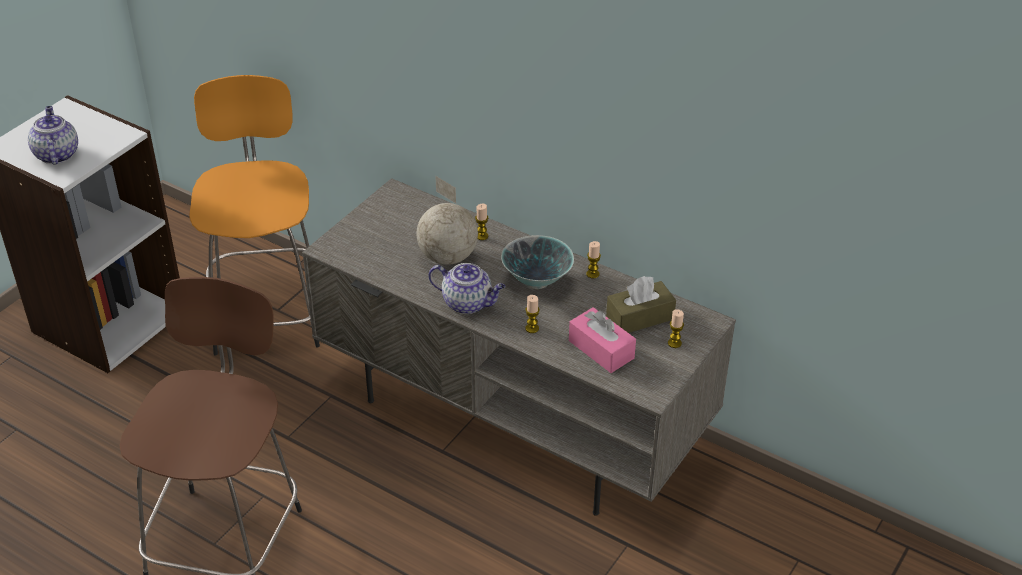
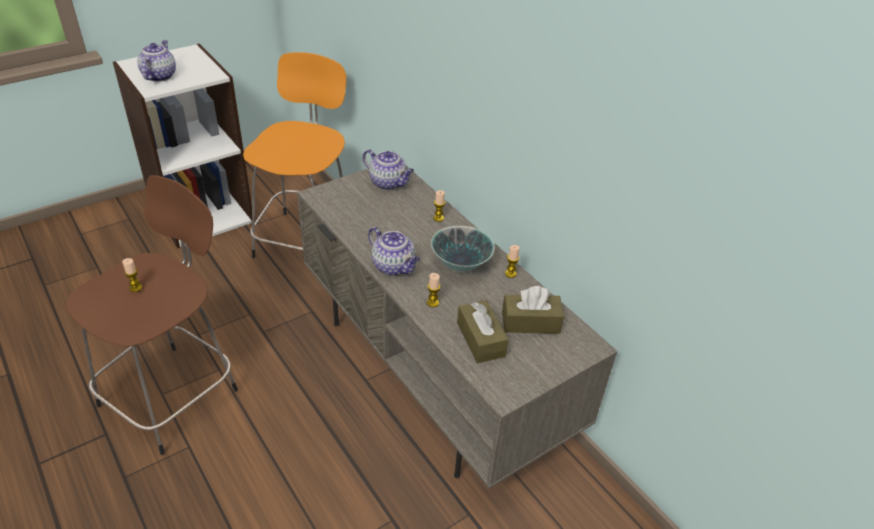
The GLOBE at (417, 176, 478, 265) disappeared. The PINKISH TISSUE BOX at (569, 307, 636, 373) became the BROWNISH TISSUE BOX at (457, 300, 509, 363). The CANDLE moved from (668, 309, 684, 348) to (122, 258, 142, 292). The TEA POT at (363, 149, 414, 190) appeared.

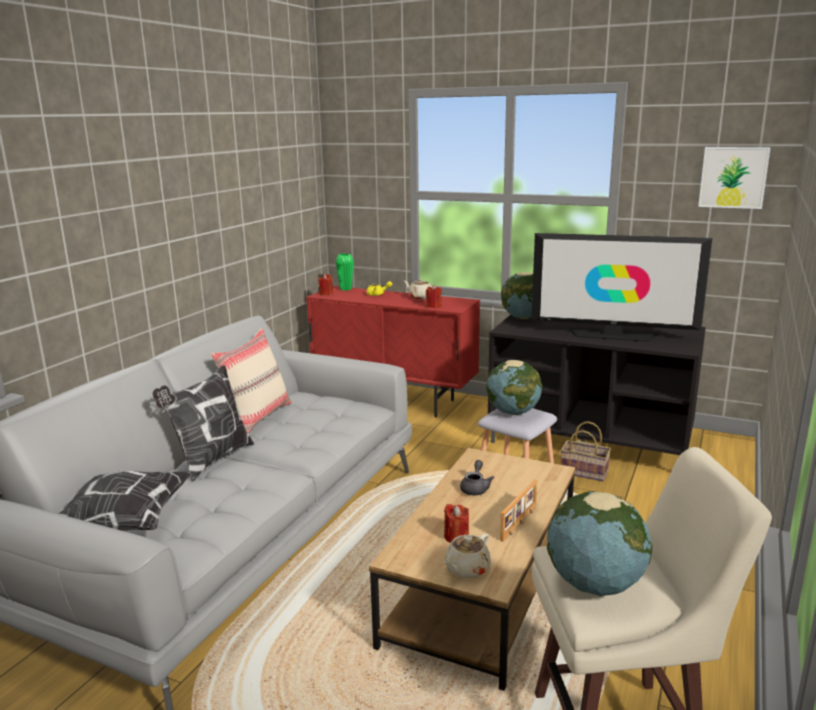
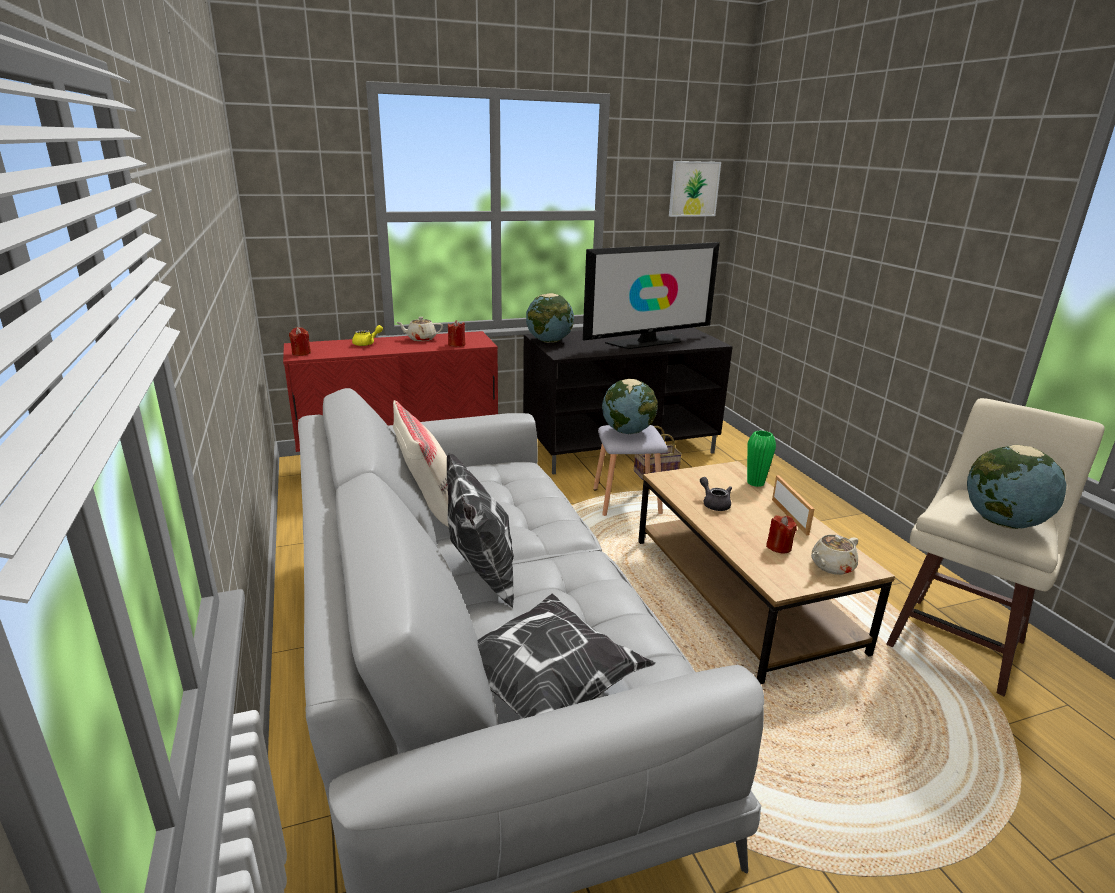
The GREEN DECORATIVE VASE moved from (336, 253, 354, 291) to (747, 430, 776, 487). The SAND-COLOURED TEA POT at (443, 533, 491, 578) turned 60 degrees clockwise.

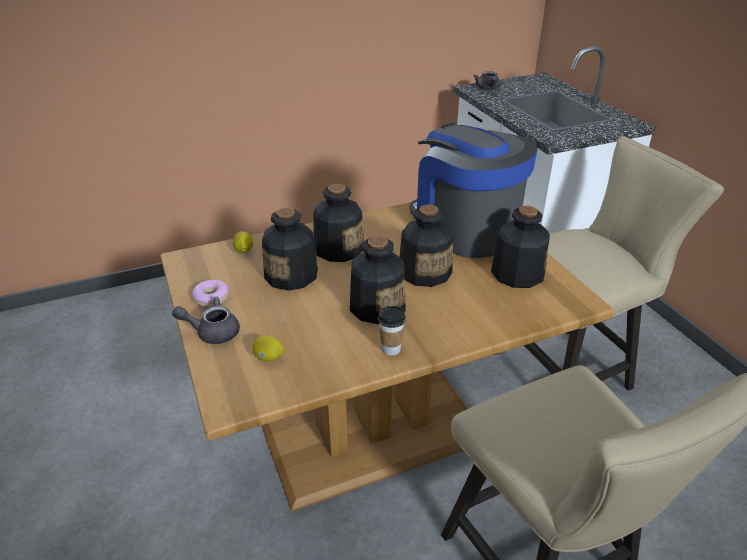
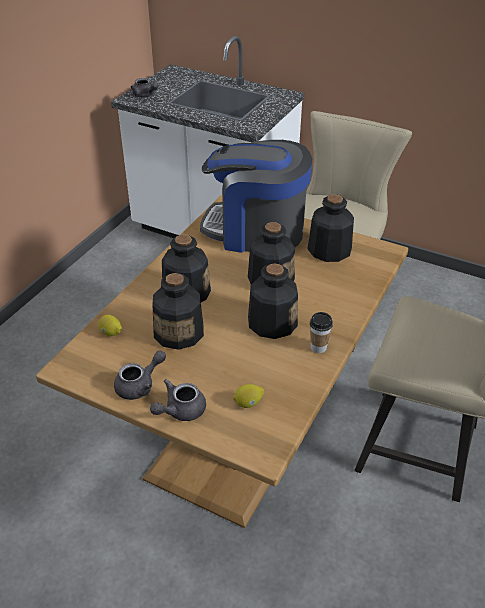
The DOUGHNUT at (192, 280, 229, 307) was replaced by the GRAY TEA POT at (114, 350, 166, 400).

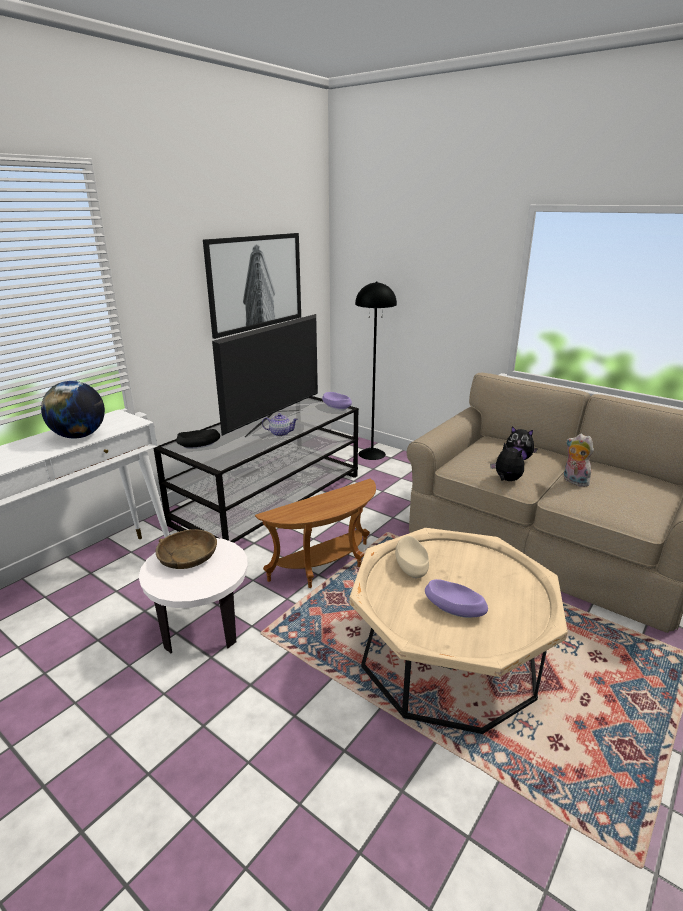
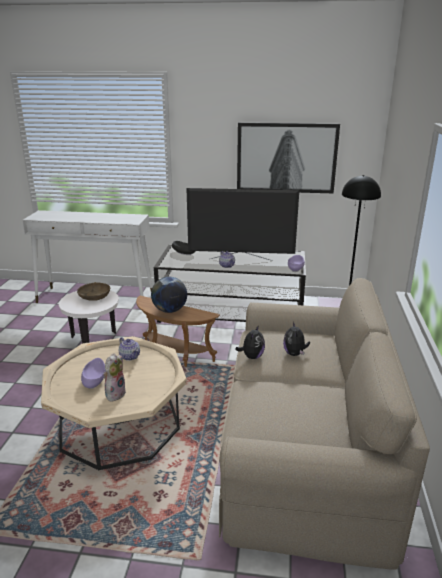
The GLOBE moved from (41, 381, 105, 439) to (151, 277, 187, 313). The CUDDLY TOY moved from (564, 434, 594, 487) to (103, 353, 126, 402). The SAND-COLOURED SERVING BOWL at (395, 536, 429, 578) was replaced by the TEA POT at (119, 337, 140, 361).

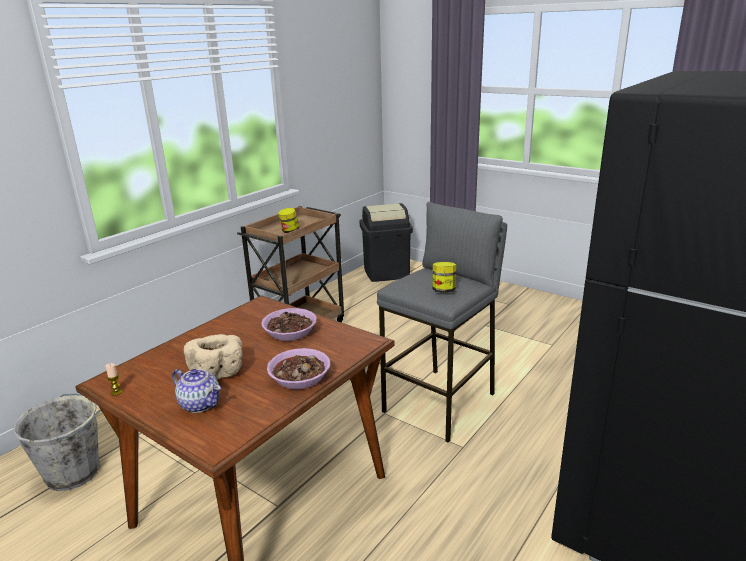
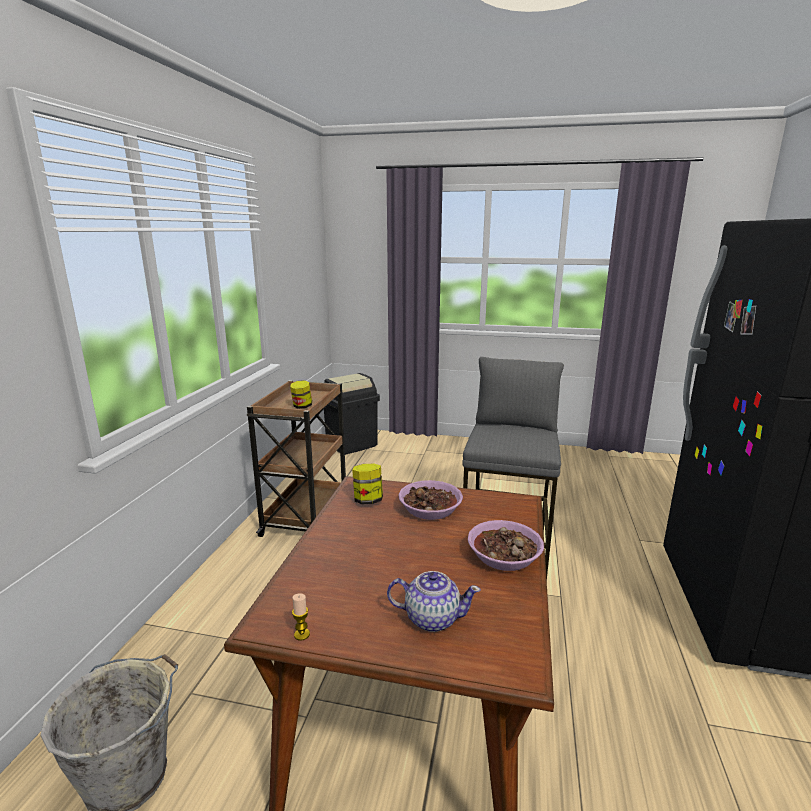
The JAR moved from (432, 262, 456, 293) to (352, 464, 383, 504). The SAND-COLOURED SERVING BOWL at (184, 334, 242, 380) disappeared.

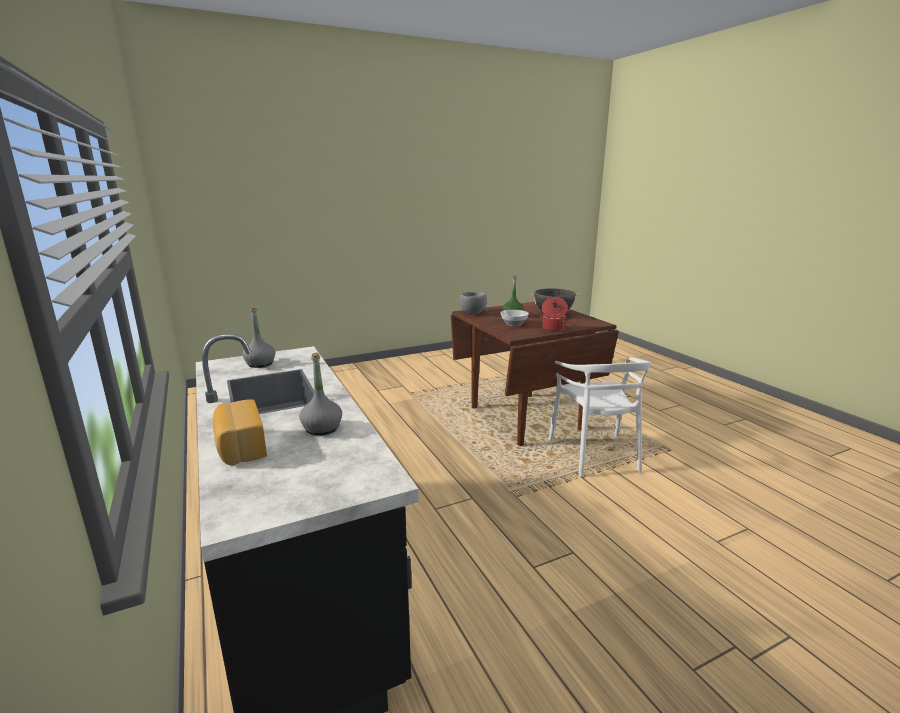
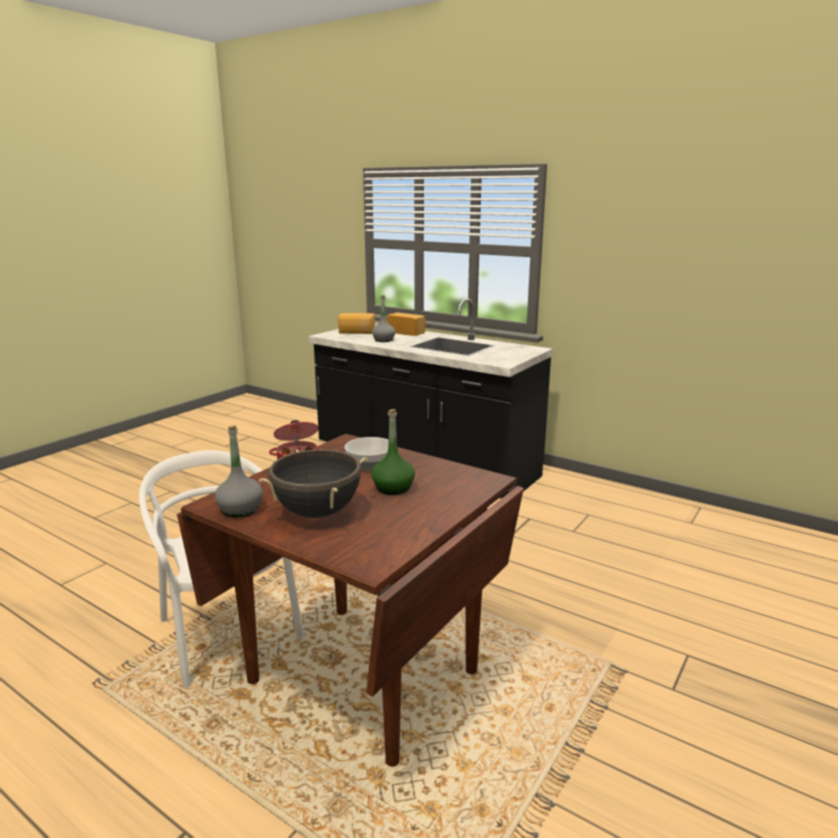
The GRAY SERVING BOWL at (460, 292, 487, 314) disappeared. The GRAY DRINK BOTTLE moved from (243, 306, 276, 368) to (215, 425, 263, 517). The BAKED BREAD at (338, 313, 375, 334) appeared.

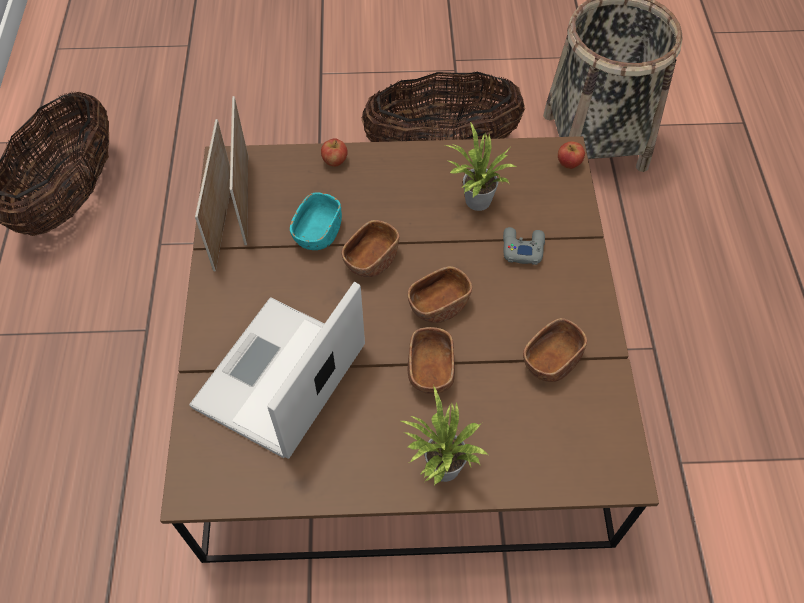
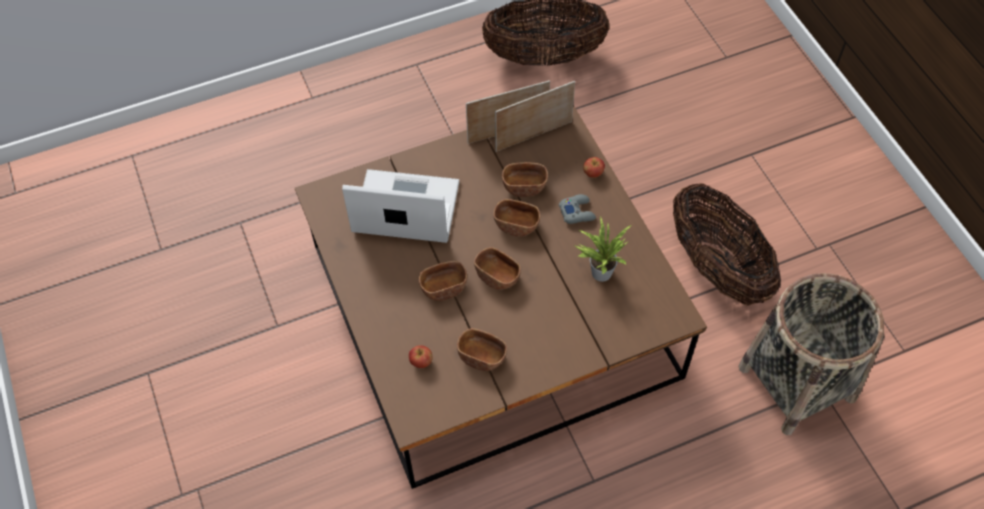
The APPLE FRUIT moved from (558, 141, 585, 169) to (409, 345, 432, 368). The TURQUOISE SERVING BOWL at (290, 192, 342, 250) became the BROWNISH SERVING BOWL at (502, 162, 548, 197). The GRAY GAME CONTROLLER moved from (503, 227, 545, 265) to (559, 194, 596, 224). The POTTED PLANT at (401, 385, 487, 485) disappeared.

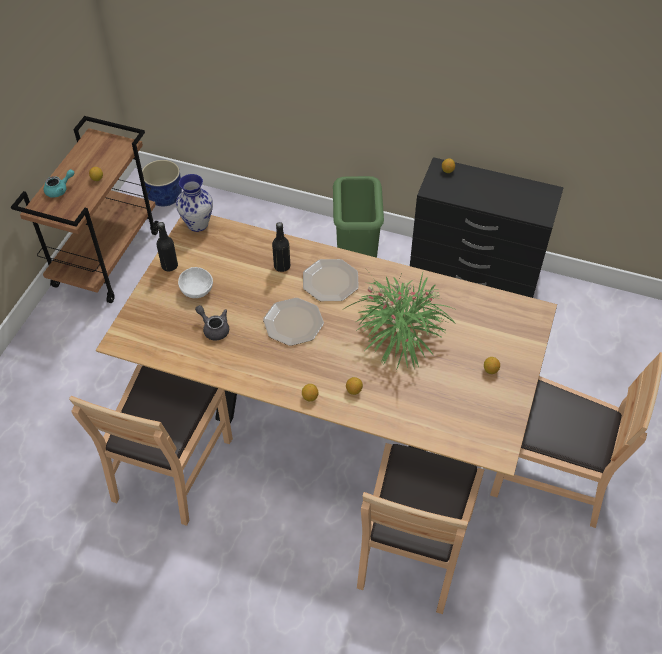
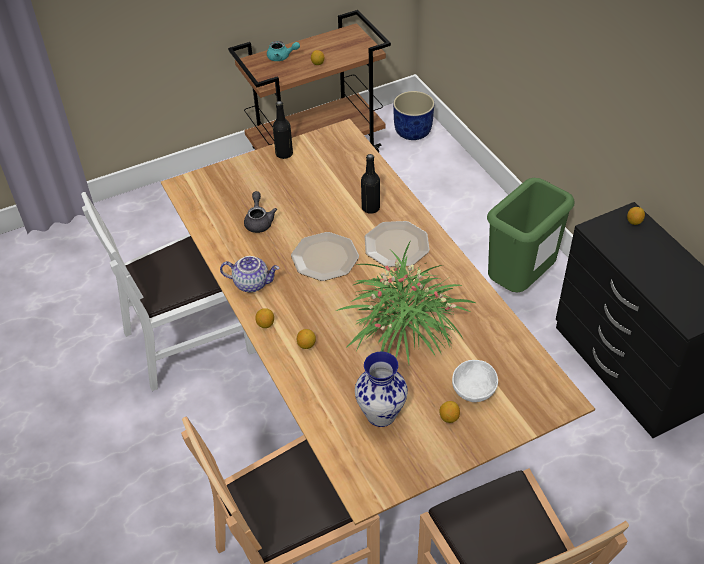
The DECORATIVE VASE moved from (176, 174, 213, 232) to (355, 352, 408, 427). The WHITISH SERVING BOWL moved from (178, 267, 213, 298) to (452, 360, 498, 402). The BROWNISH PLAIN CHAIR at (69, 365, 233, 526) became the WHITISH PLAIN CHAIR at (81, 192, 256, 391). The TEA POT at (220, 256, 279, 293) appeared.

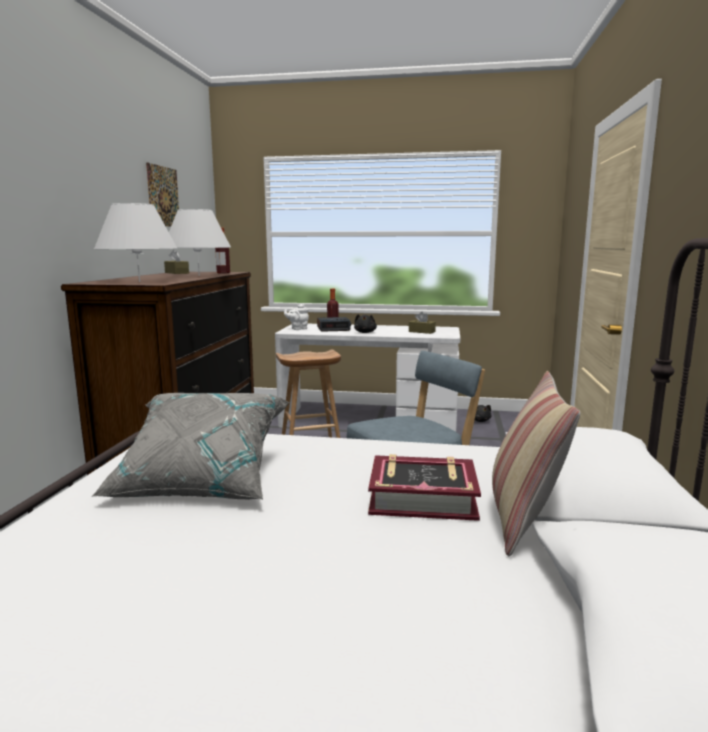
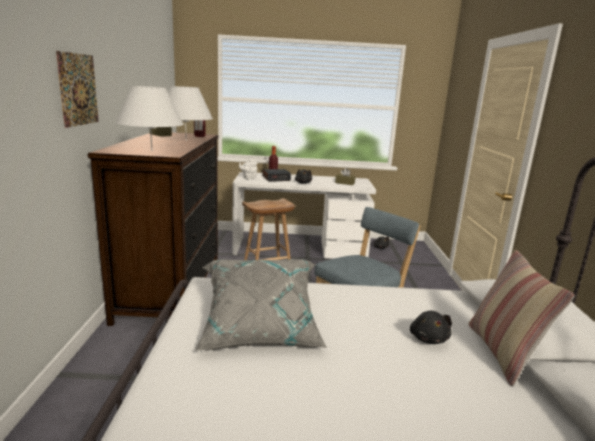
The WALL PICTURE moved from (146, 162, 179, 227) to (56, 51, 99, 128). The VOLUME at (368, 454, 481, 521) was replaced by the BLACK-COLOURED CUDDLY TOY at (410, 311, 452, 344).

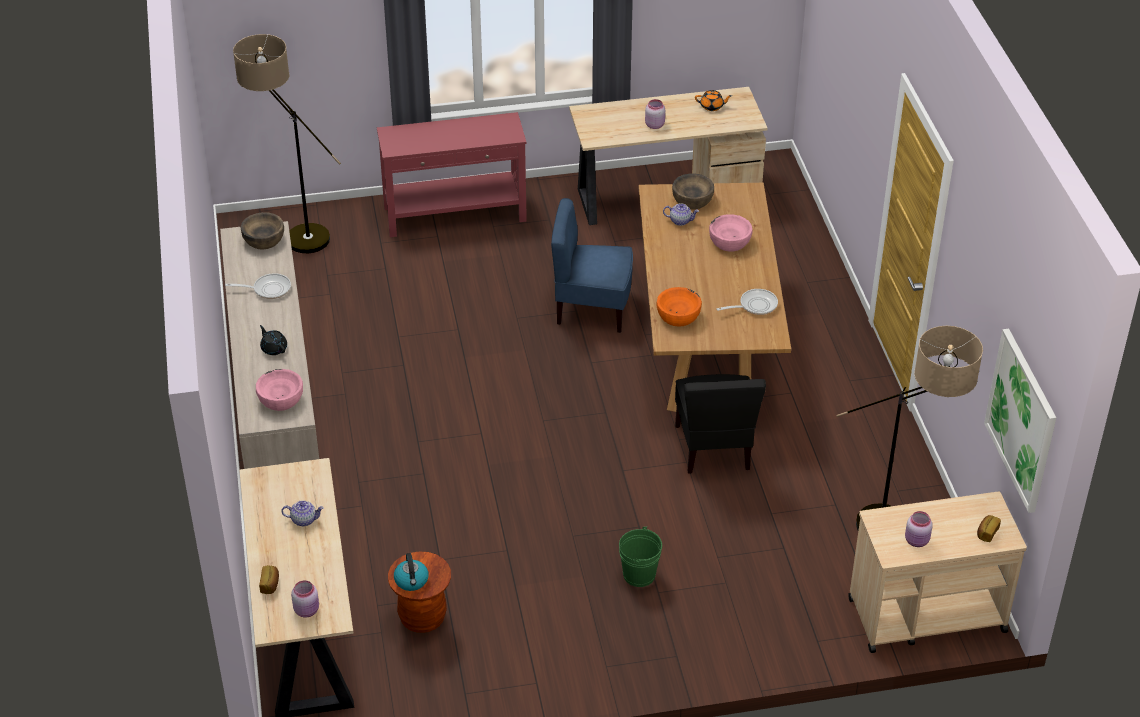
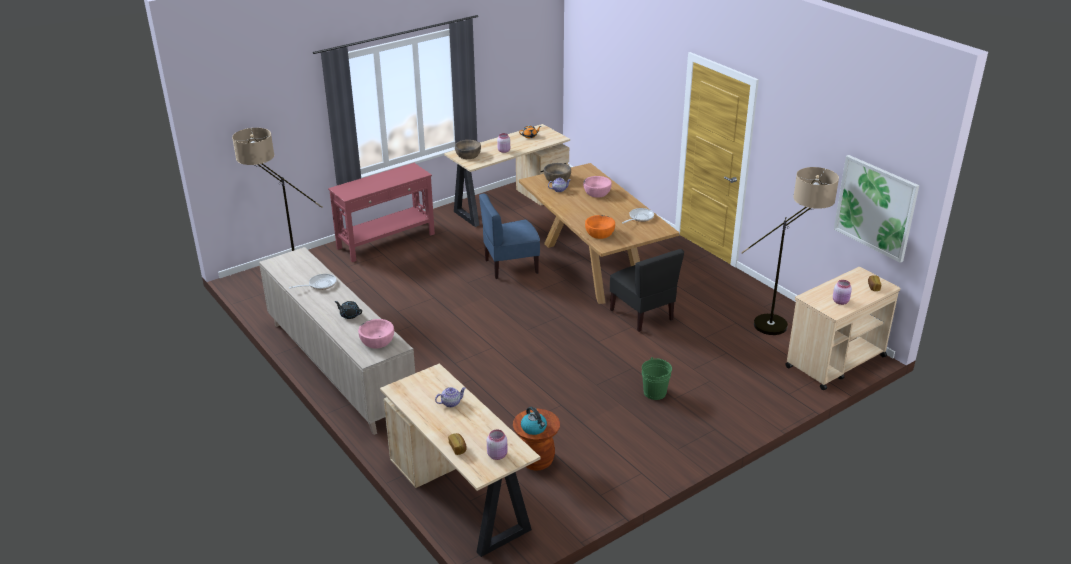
The BROWNISH SERVING BOWL moved from (241, 212, 284, 250) to (455, 140, 481, 159).

